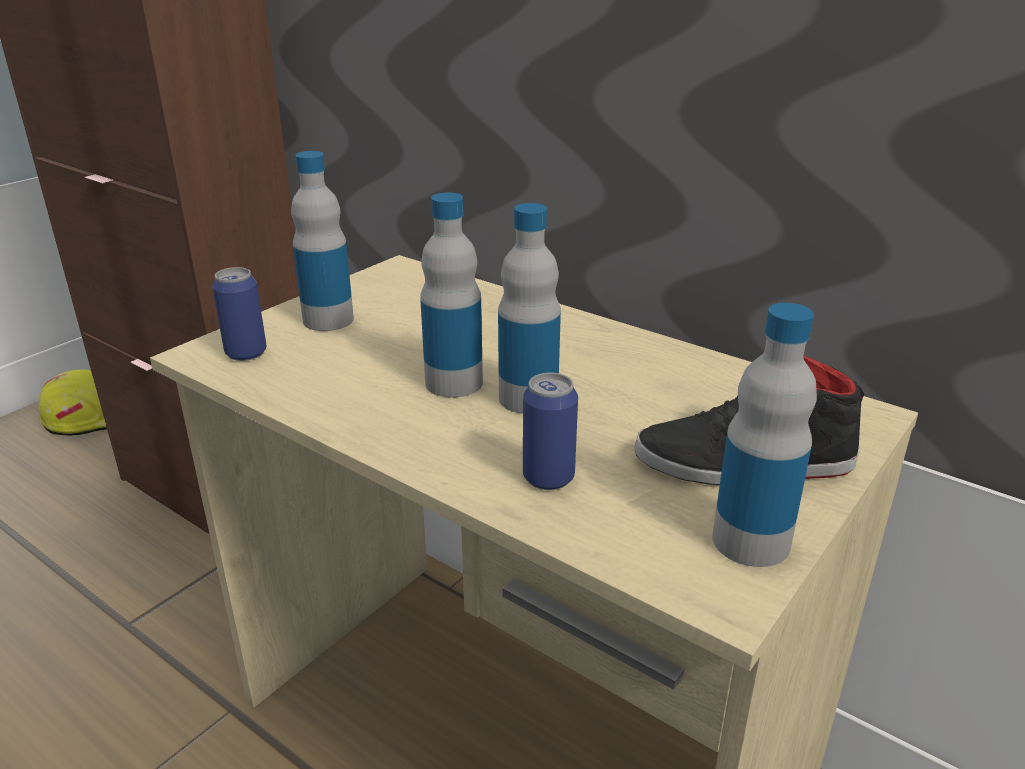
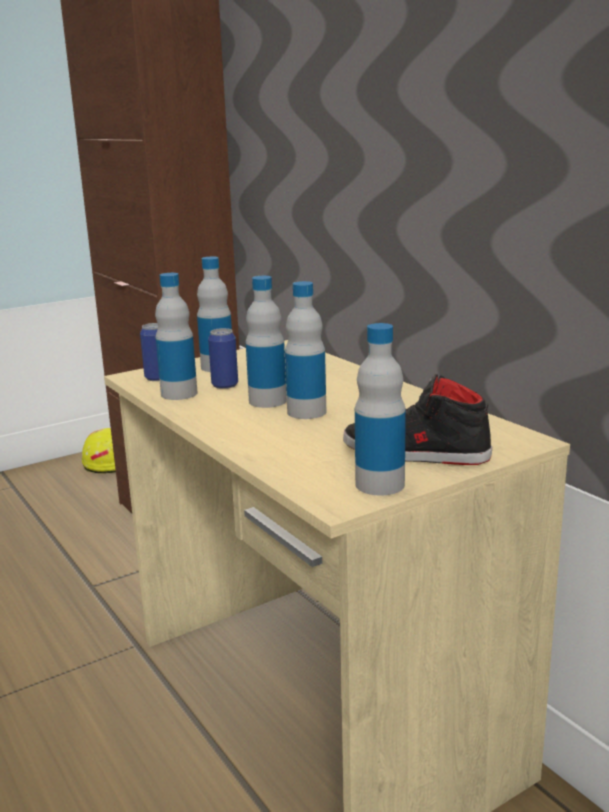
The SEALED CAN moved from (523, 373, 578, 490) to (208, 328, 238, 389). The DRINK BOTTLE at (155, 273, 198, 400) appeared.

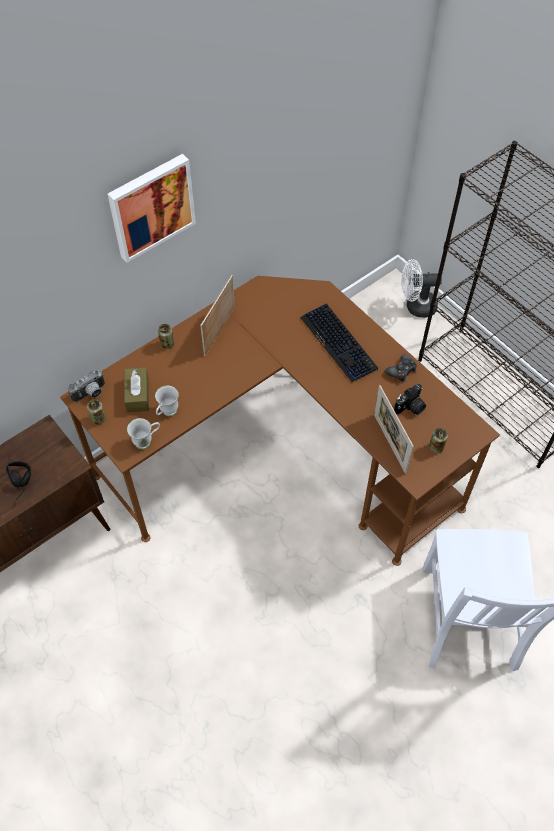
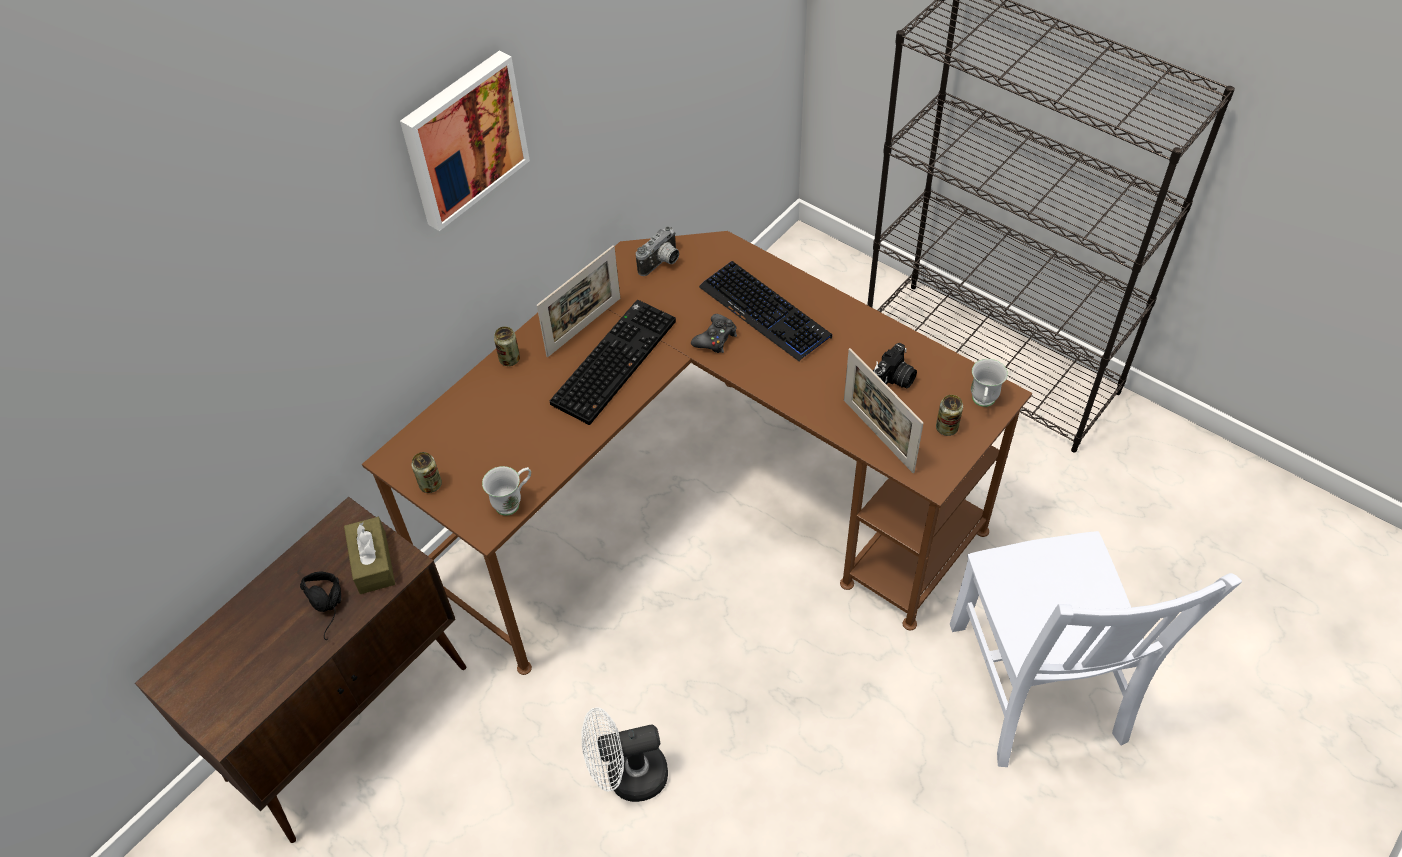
The WHITISH ELECTRIC FAN moved from (402, 259, 442, 318) to (581, 707, 668, 802). The PICTURE FRAME at (201, 275, 235, 356) turned 150 degrees counterclockwise. The BLACK-COLOURED GAME CONTROLLER moved from (385, 354, 417, 382) to (691, 314, 737, 353). The BROWNISH TISSUE BOX moved from (124, 367, 149, 412) to (344, 517, 395, 594). The STILL CAMERA moved from (68, 370, 105, 402) to (636, 226, 679, 276). The WHITISH MUG moved from (155, 386, 179, 416) to (971, 359, 1008, 407). The KEYBOARD at (550, 300, 676, 425) appeared.

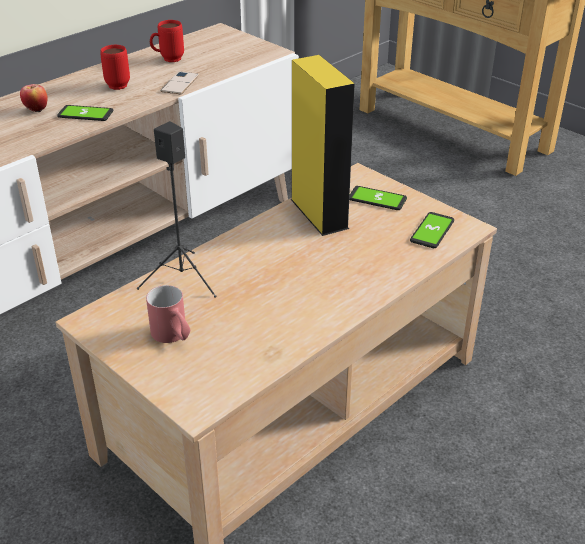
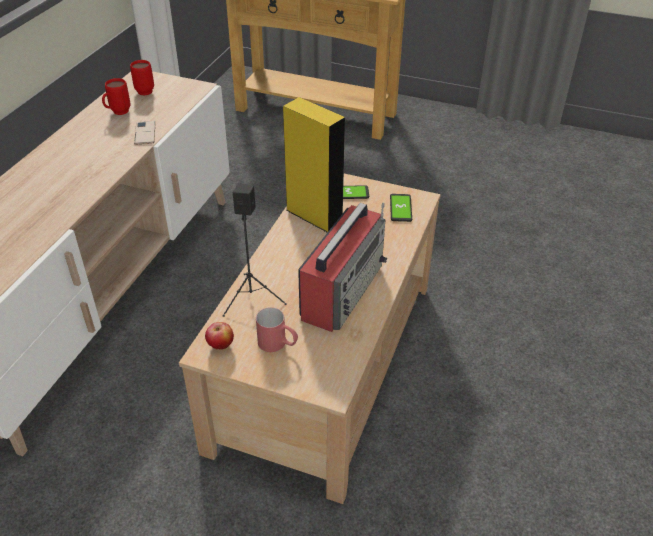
The REDDISH MUG moved from (100, 45, 130, 90) to (130, 60, 154, 96). The APPLE FRUIT moved from (20, 84, 48, 112) to (205, 322, 234, 350). The TELEPHONE at (57, 105, 113, 121) disappeared. The RADIO RECEIVER at (298, 202, 387, 332) appeared.

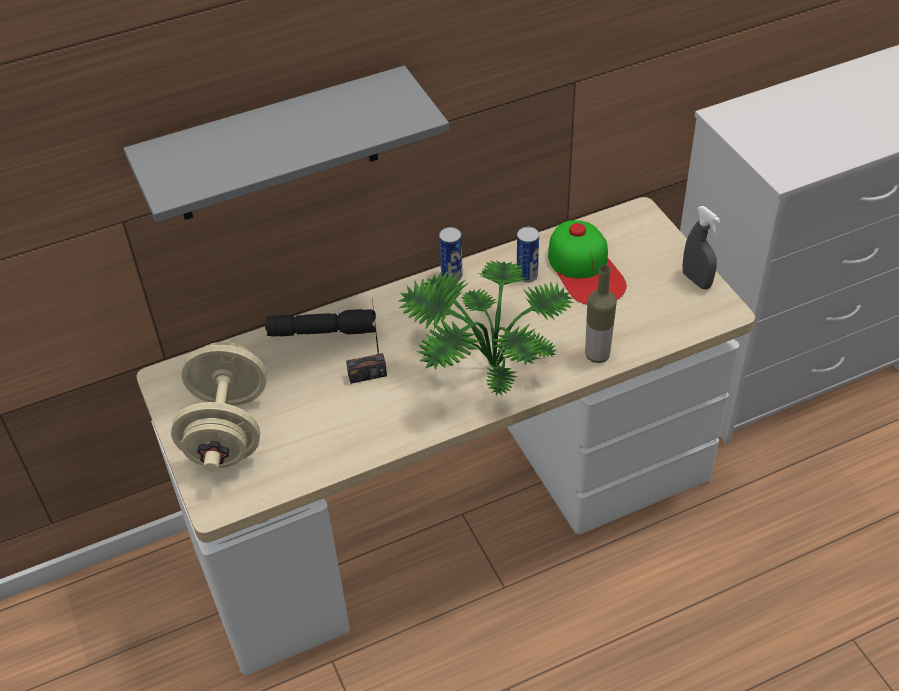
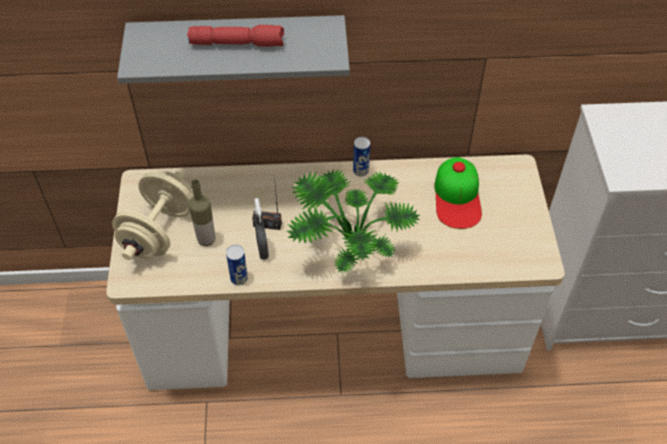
The GRAY HAND SPRAYER moved from (682, 206, 721, 289) to (254, 198, 269, 260). The SEALED CAN moved from (517, 227, 539, 282) to (226, 245, 248, 285). The DRINK BOTTLE moved from (585, 265, 617, 363) to (189, 179, 216, 246). The BLACK-COLOURED HAND TORCH at (265, 309, 376, 337) disappeared. The REDDISH HAND TORCH at (187, 25, 284, 47) appeared.

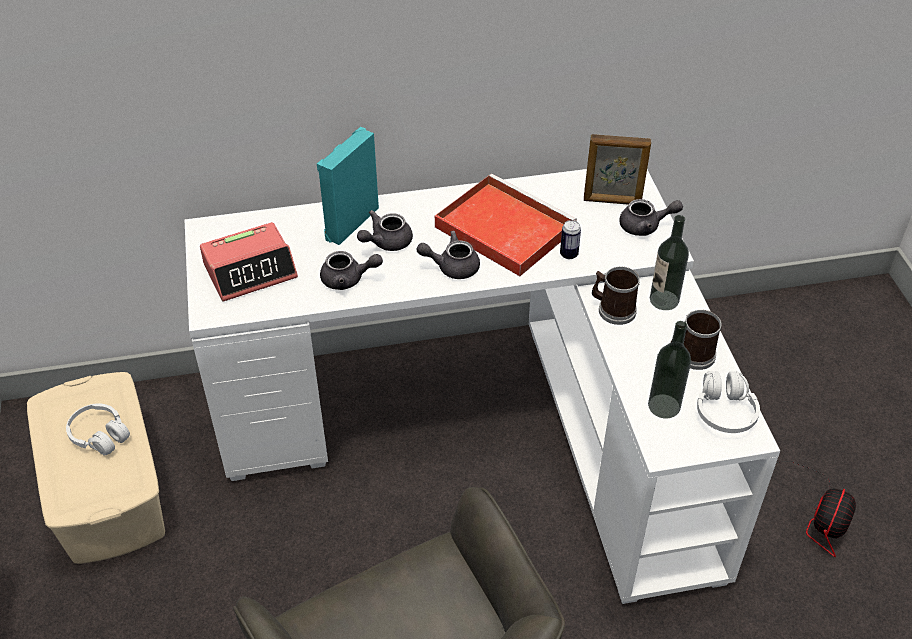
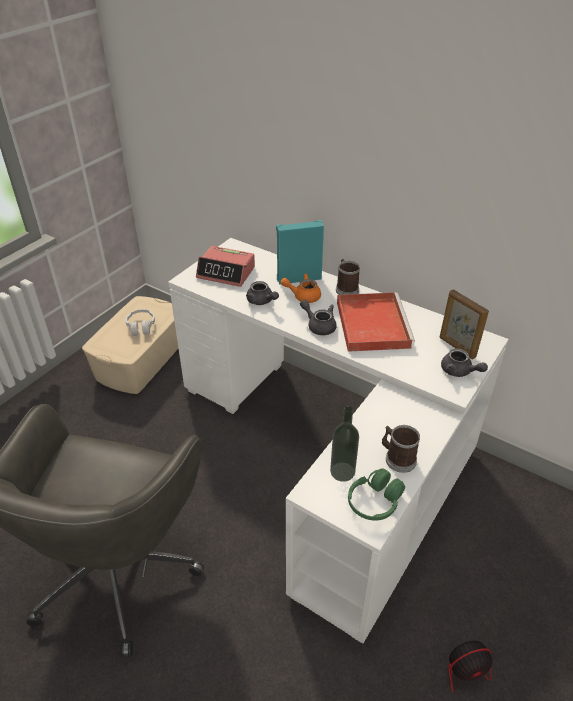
The GRAY TEA POT at (357, 210, 413, 251) became the ORANGEY TEA POT at (281, 273, 321, 303). The DRINK BOTTLE at (650, 215, 689, 310) disappeared. The SEALED CAN at (560, 220, 581, 259) disappeared. The MUG moved from (592, 267, 640, 325) to (336, 259, 360, 295). The WHITISH PAIR OF HEADPHONES at (697, 371, 760, 433) became the GREEN PAIR OF HEADPHONES at (348, 469, 405, 521).

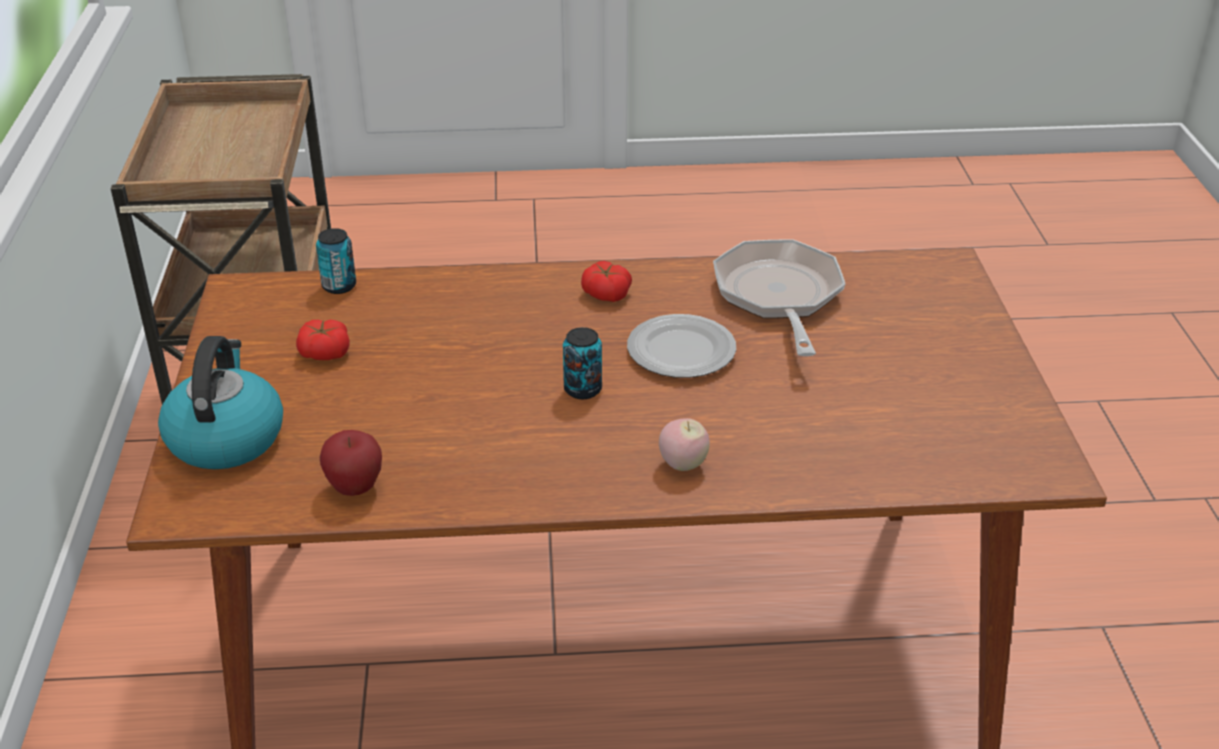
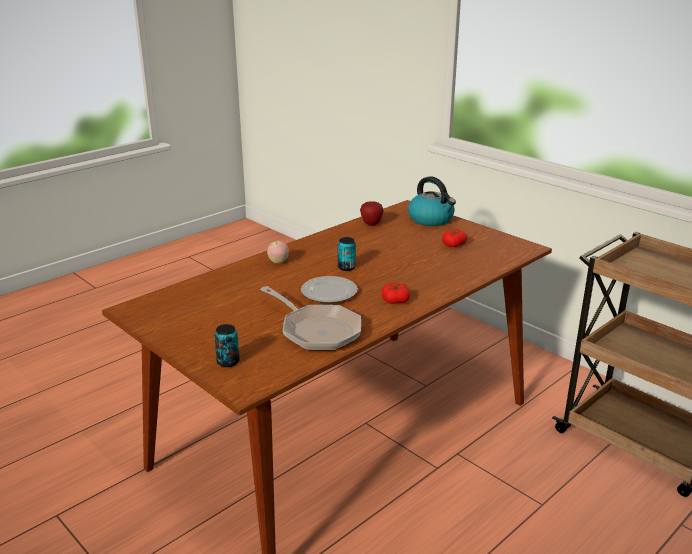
The SEALED CAN moved from (316, 228, 356, 294) to (214, 324, 240, 367).

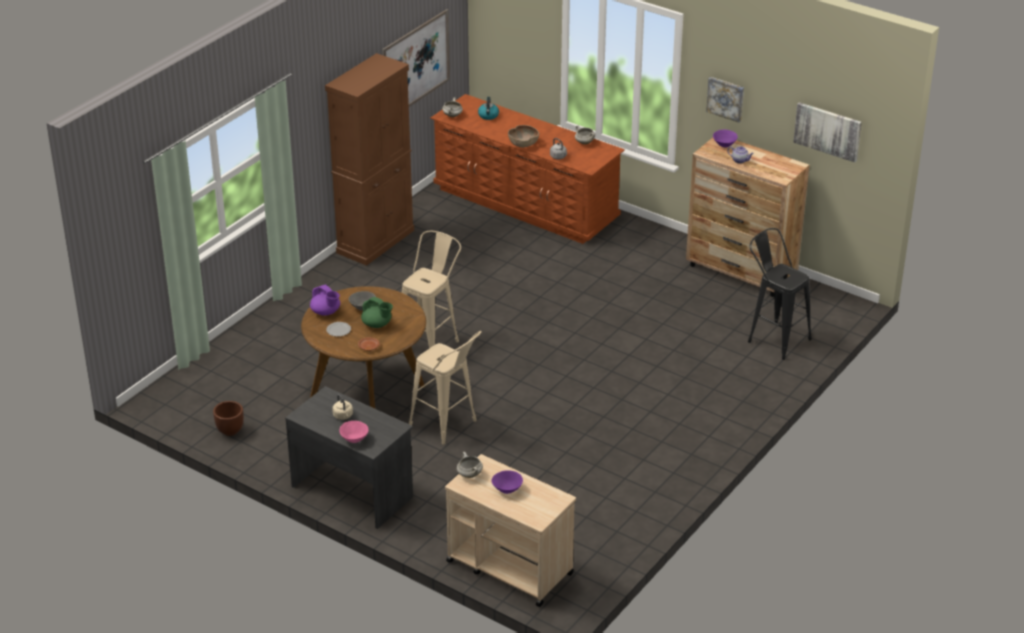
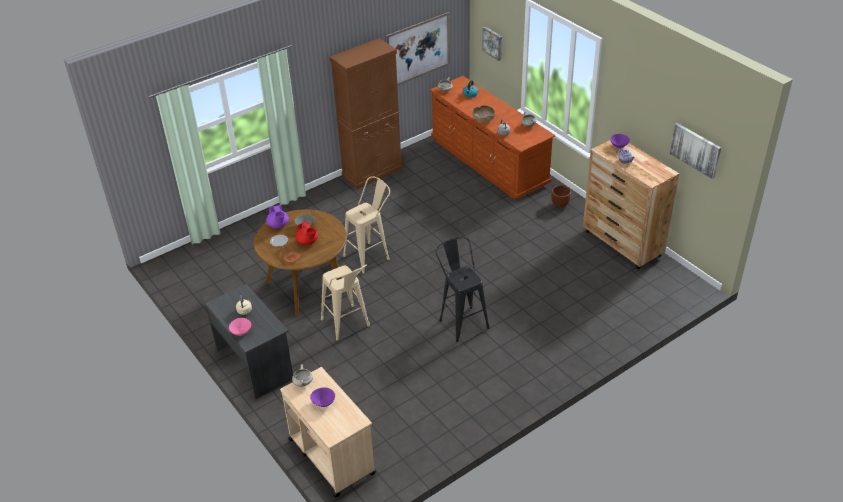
The WALL PICTURE moved from (706, 77, 744, 123) to (482, 27, 502, 61). The BLACK-COLOURED SITTING STOOL moved from (748, 228, 812, 360) to (435, 237, 489, 342). The GREEN TEA POT at (361, 297, 393, 328) became the REDDISH TEA POT at (295, 222, 318, 245). The BROWNISH PLANT POT moved from (213, 401, 244, 436) to (551, 185, 571, 208).

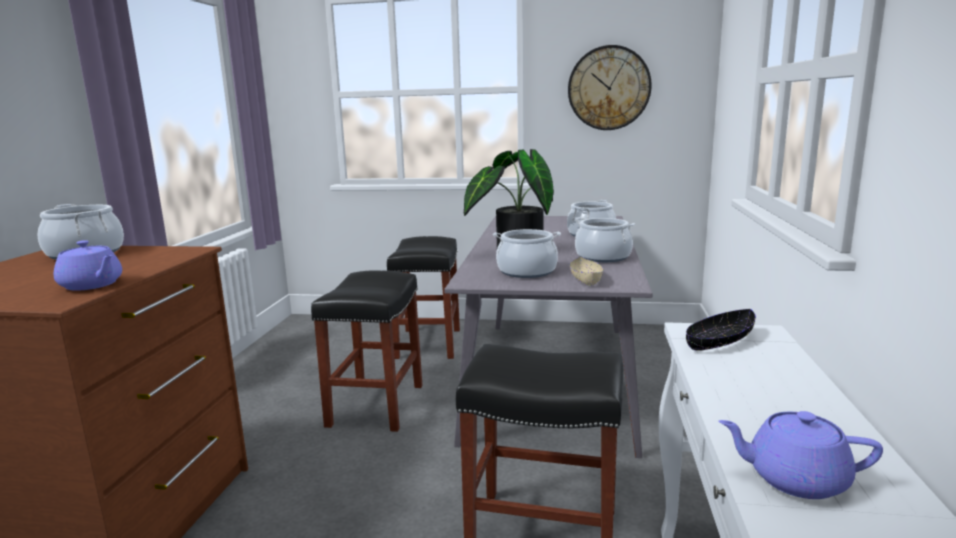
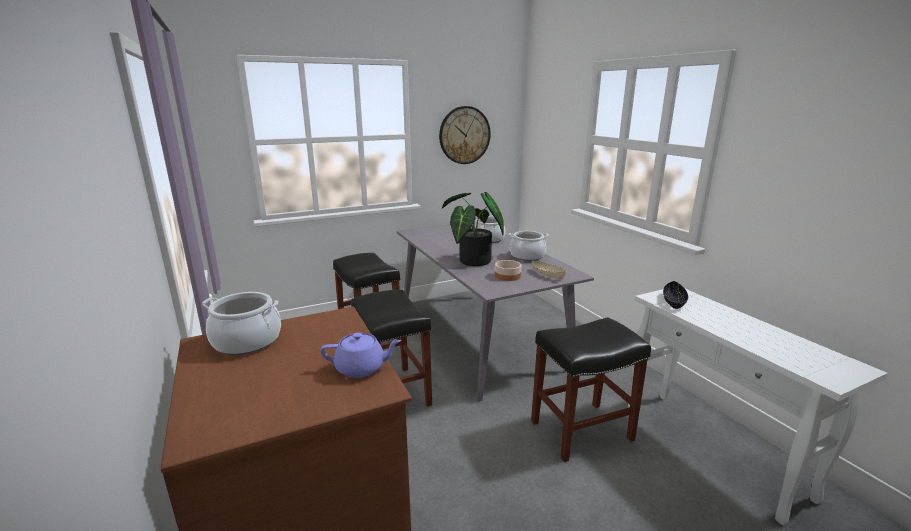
The SAUCEPOT at (493, 229, 561, 278) was replaced by the SERVING BOWL at (495, 260, 521, 281). The PURPLISH TEA POT at (718, 411, 883, 499) disappeared.

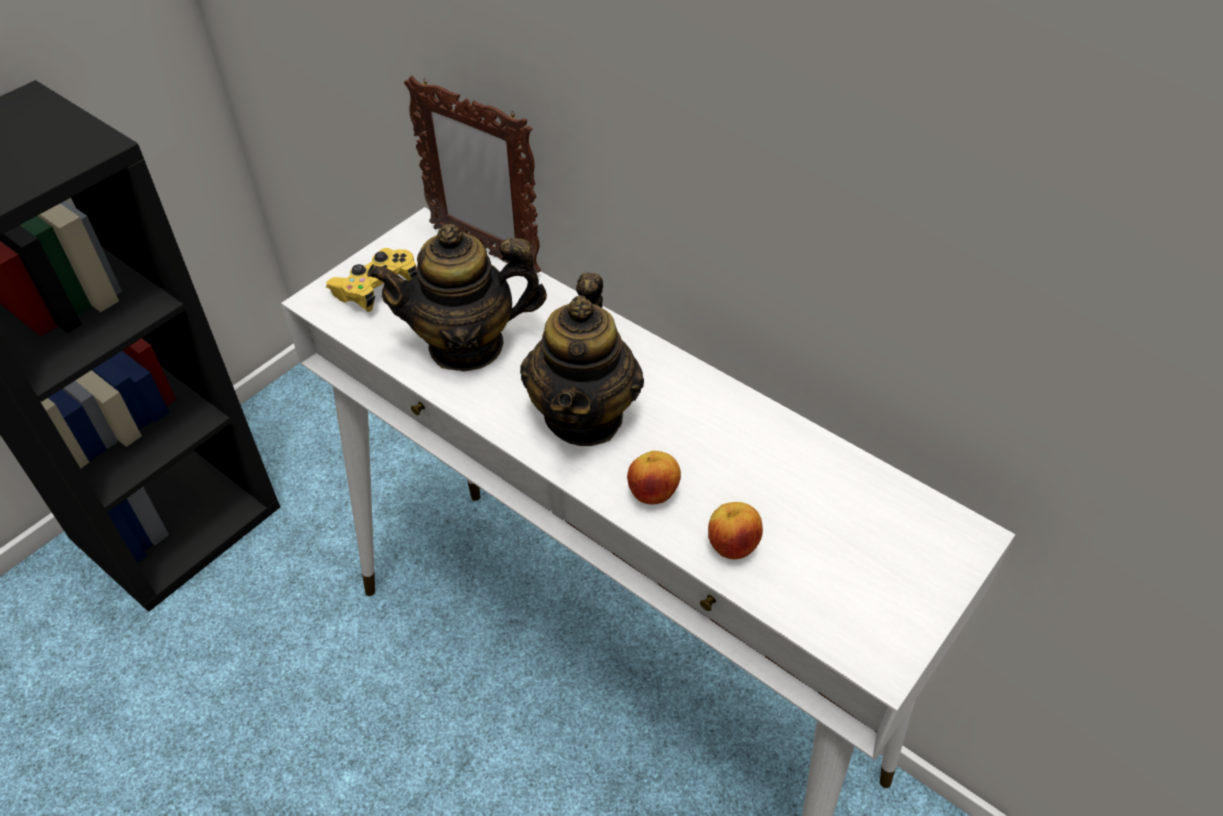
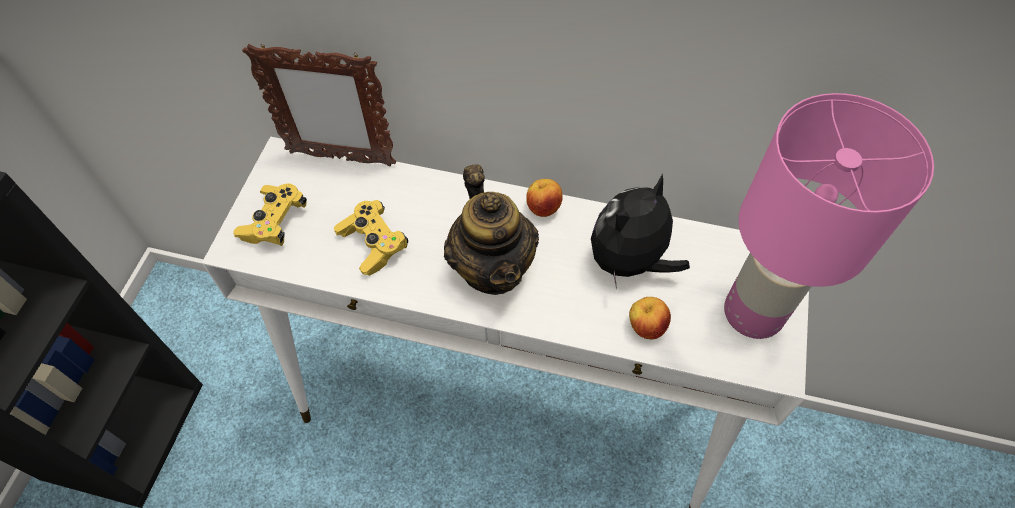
The TEA POT at (367, 224, 547, 372) was replaced by the YELLOW-COLOURED GAME CONTROLLER at (334, 200, 408, 276). The APPLE FRUIT moved from (627, 451, 681, 504) to (526, 179, 563, 217). The PINKISH TABLE LAMP at (724, 93, 934, 339) appeared. The CUDDLY TOY at (591, 173, 690, 290) appeared.

